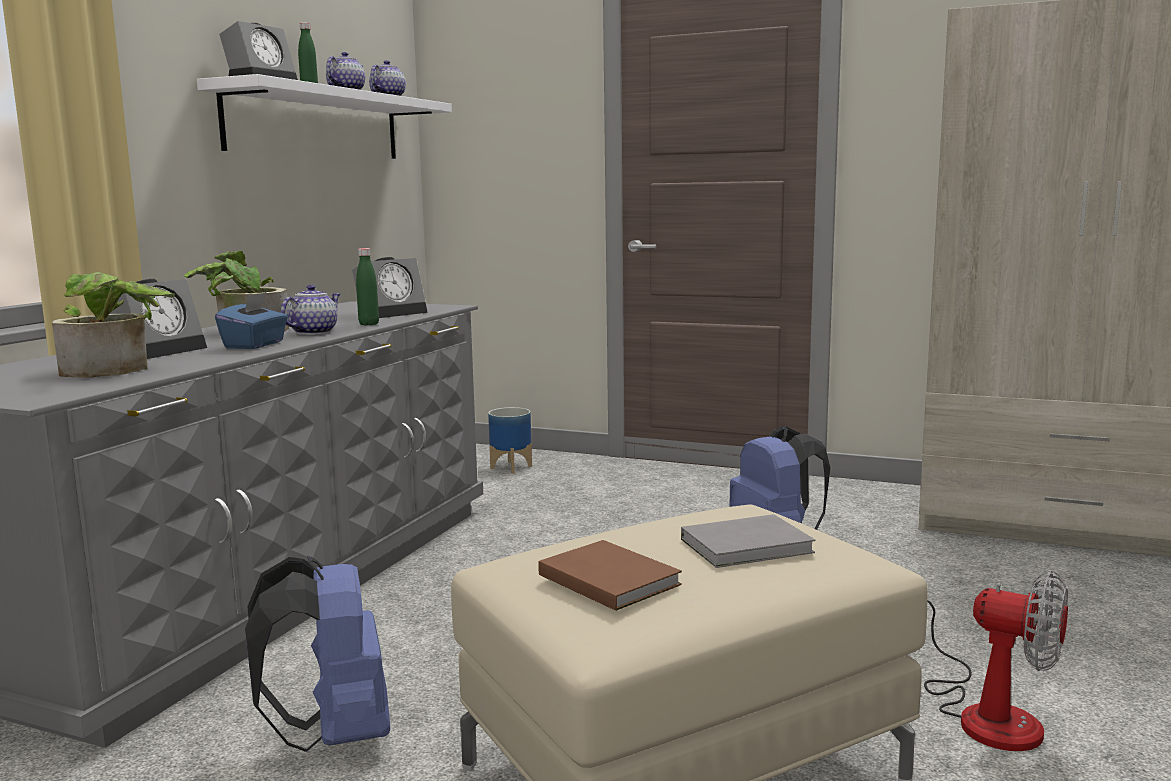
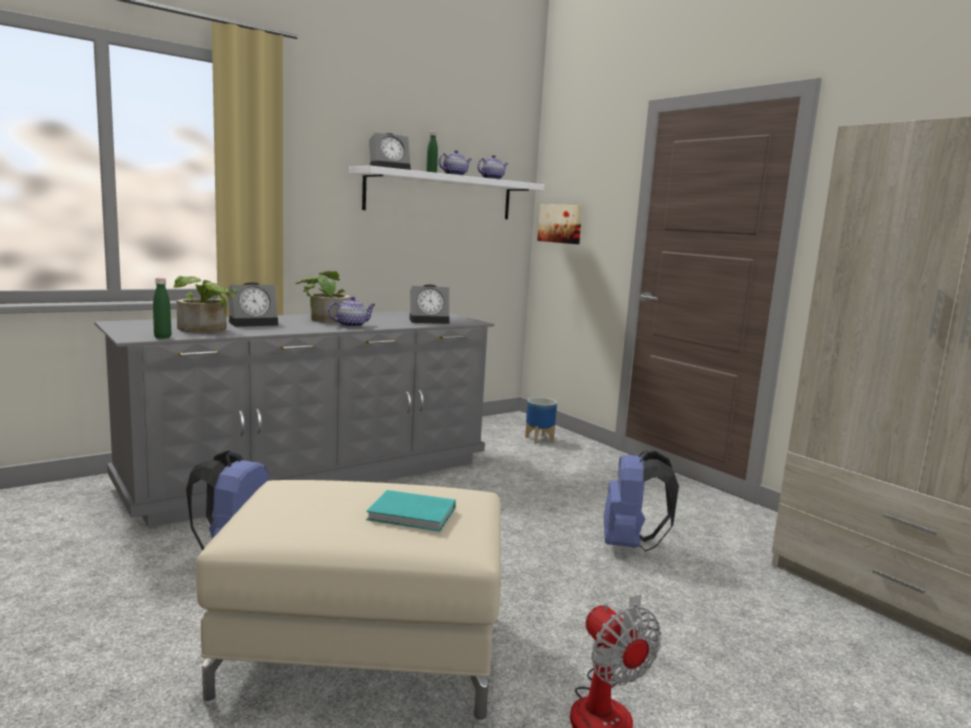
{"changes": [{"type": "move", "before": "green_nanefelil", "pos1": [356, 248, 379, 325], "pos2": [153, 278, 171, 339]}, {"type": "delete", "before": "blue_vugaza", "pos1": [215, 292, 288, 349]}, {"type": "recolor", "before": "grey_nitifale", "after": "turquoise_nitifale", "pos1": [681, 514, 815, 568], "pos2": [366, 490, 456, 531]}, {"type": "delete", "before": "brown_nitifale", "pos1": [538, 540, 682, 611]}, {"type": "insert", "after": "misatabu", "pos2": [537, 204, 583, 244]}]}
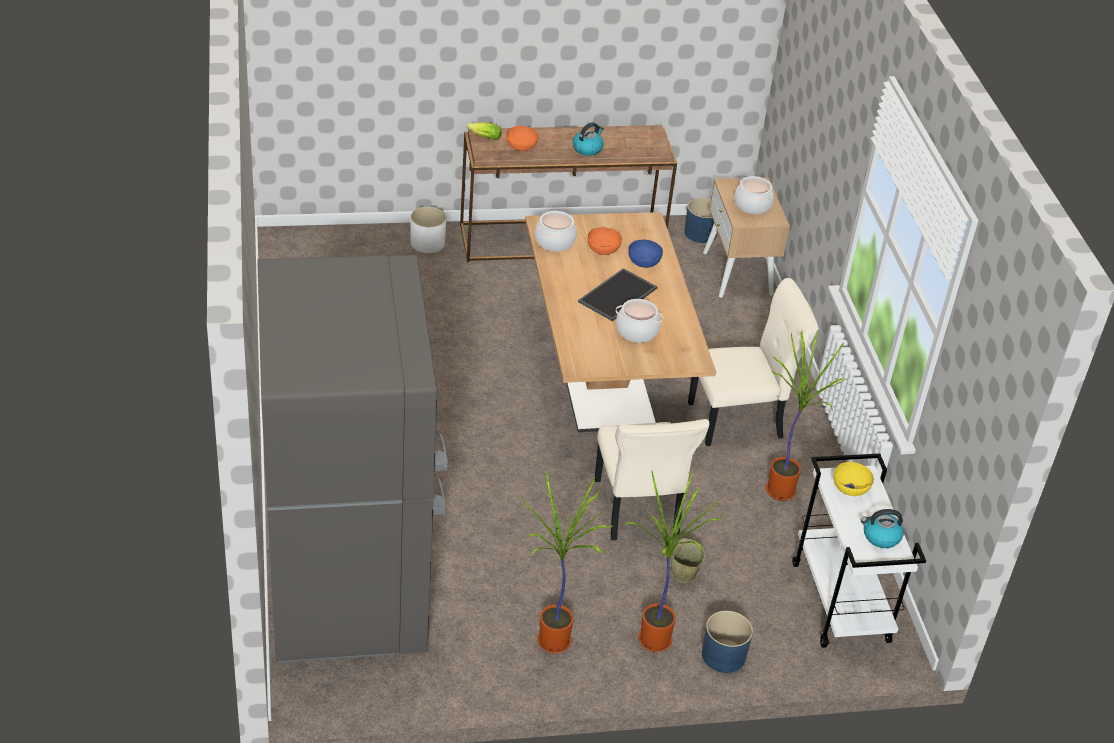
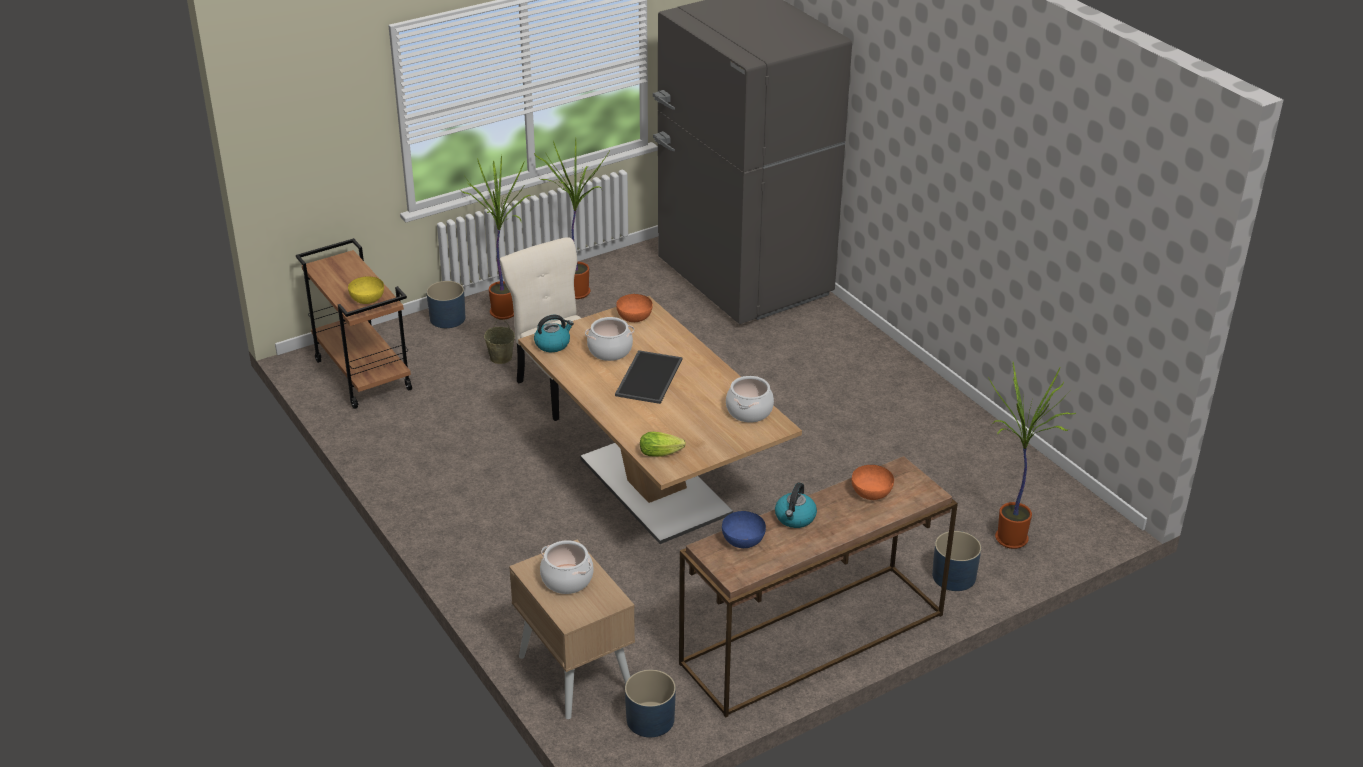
{"changes": [{"type": "move", "before": "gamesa", "pos1": [467, 122, 502, 140], "pos2": [640, 432, 686, 457]}, {"type": "recolor", "before": "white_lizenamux", "after": "blue_lizenamux", "pos1": [410, 206, 447, 253], "pos2": [932, 531, 981, 591]}, {"type": "move", "before": "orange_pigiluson", "pos1": [588, 227, 622, 255], "pos2": [616, 294, 653, 322]}, {"type": "move", "before": "blue_pigiluson", "pos1": [628, 240, 663, 268], "pos2": [722, 511, 766, 548]}, {"type": "delete", "before": "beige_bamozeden", "pos1": [688, 278, 819, 446]}, {"type": "move", "before": "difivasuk", "pos1": [766, 330, 847, 501], "pos2": [988, 362, 1076, 549]}, {"type": "recolor", "before": "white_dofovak", "after": "brown_dofovak", "pos1": [792, 454, 926, 648], "pos2": [296, 238, 412, 409]}, {"type": "move", "before": "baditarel", "pos1": [861, 509, 904, 548], "pos2": [534, 315, 574, 352]}]}
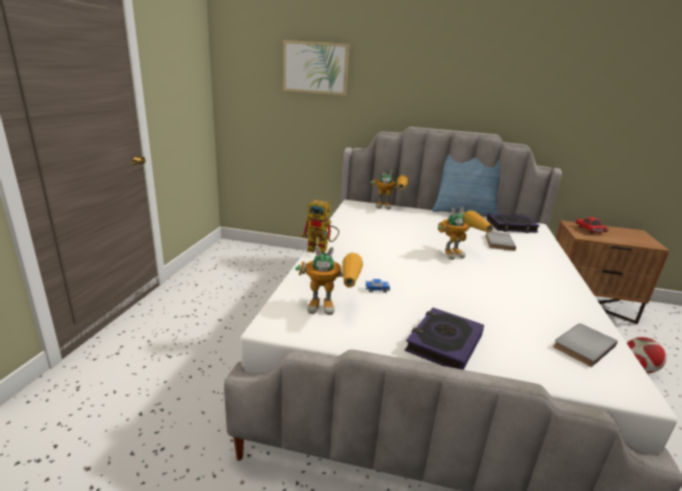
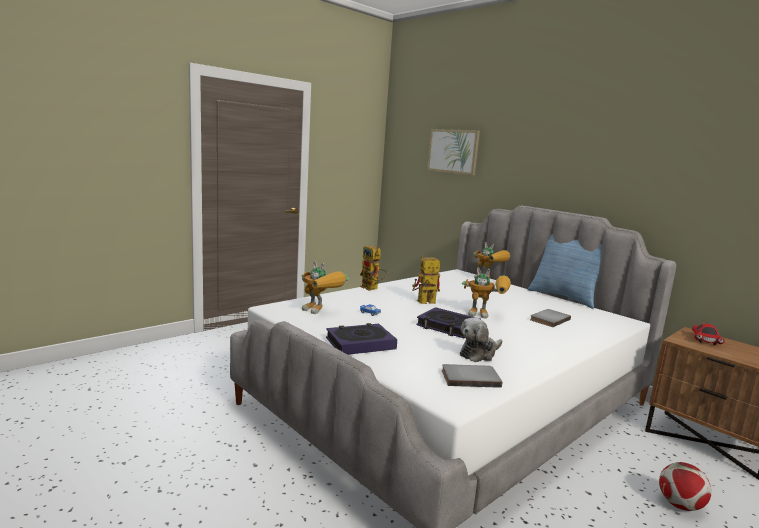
{"changes": [{"type": "move", "before": "nitifale", "pos1": [486, 213, 540, 233], "pos2": [416, 307, 475, 338]}, {"type": "insert", "after": "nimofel", "pos2": [412, 256, 440, 304]}, {"type": "insert", "after": "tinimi", "pos2": [460, 318, 502, 362]}]}
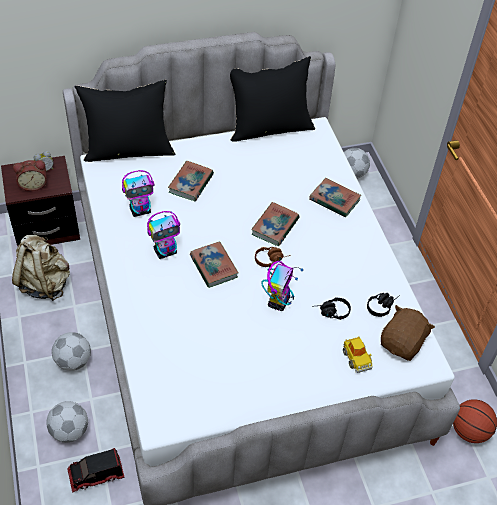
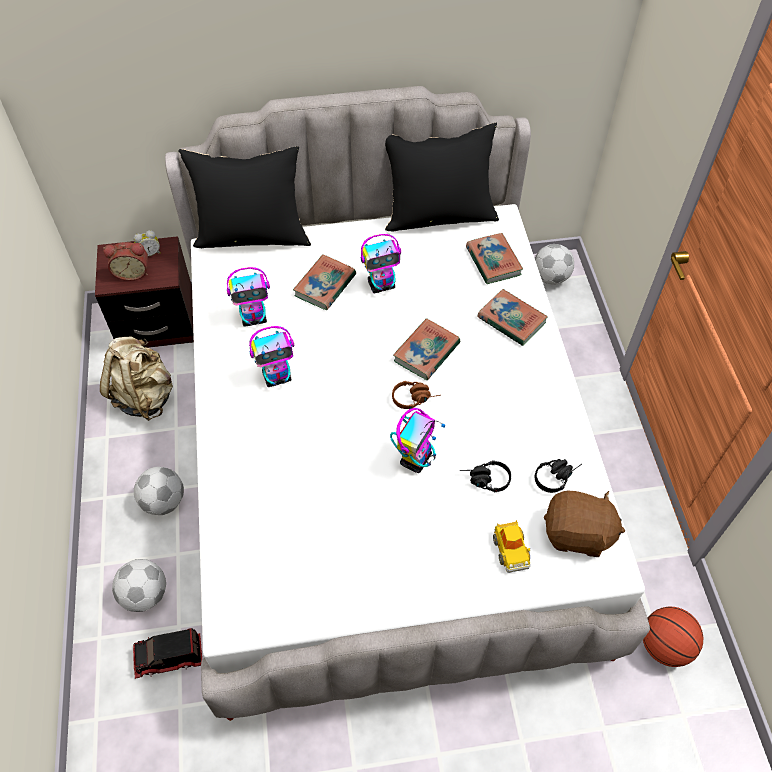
{"changes": [{"type": "move", "before": "nitifale", "pos1": [190, 242, 238, 288], "pos2": [466, 233, 523, 284]}, {"type": "rotate", "before": "brown_tinimi", "pos1": [381, 305, 435, 361], "pos2": [544, 491, 625, 557], "turn": 60}, {"type": "insert", "after": "nimofel", "pos2": [361, 234, 401, 293]}]}
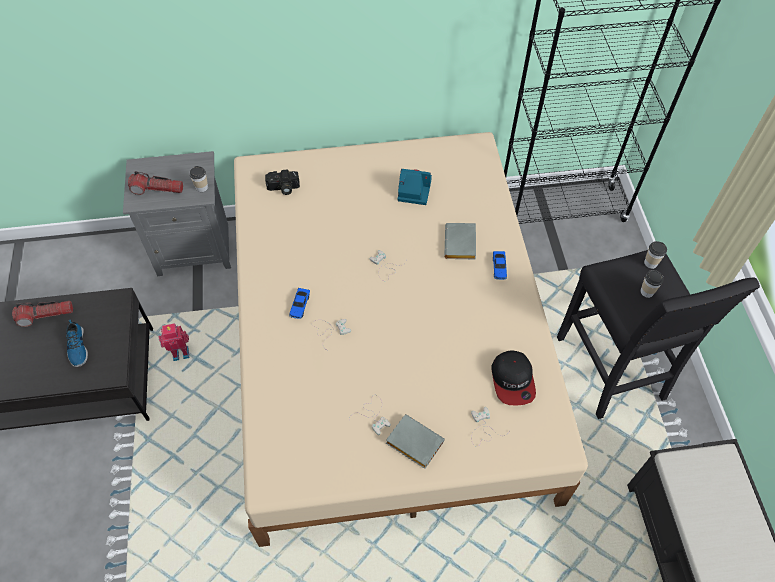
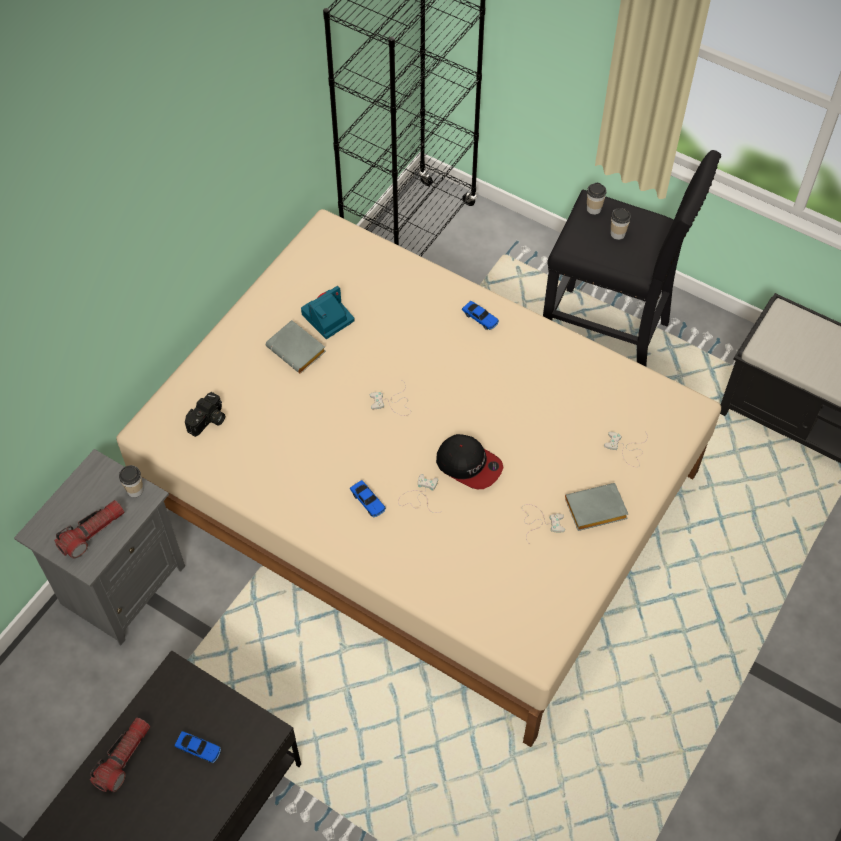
{"changes": [{"type": "move", "before": "grey_nitifale", "pos1": [444, 223, 476, 259], "pos2": [266, 320, 326, 373]}, {"type": "replace", "before": "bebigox", "after": "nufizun", "pos1": [66, 319, 88, 367], "pos2": [174, 731, 221, 763]}, {"type": "delete", "before": "nimofel", "pos1": [158, 323, 189, 361]}, {"type": "move", "before": "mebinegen", "pos1": [491, 350, 536, 406], "pos2": [436, 434, 504, 489]}]}
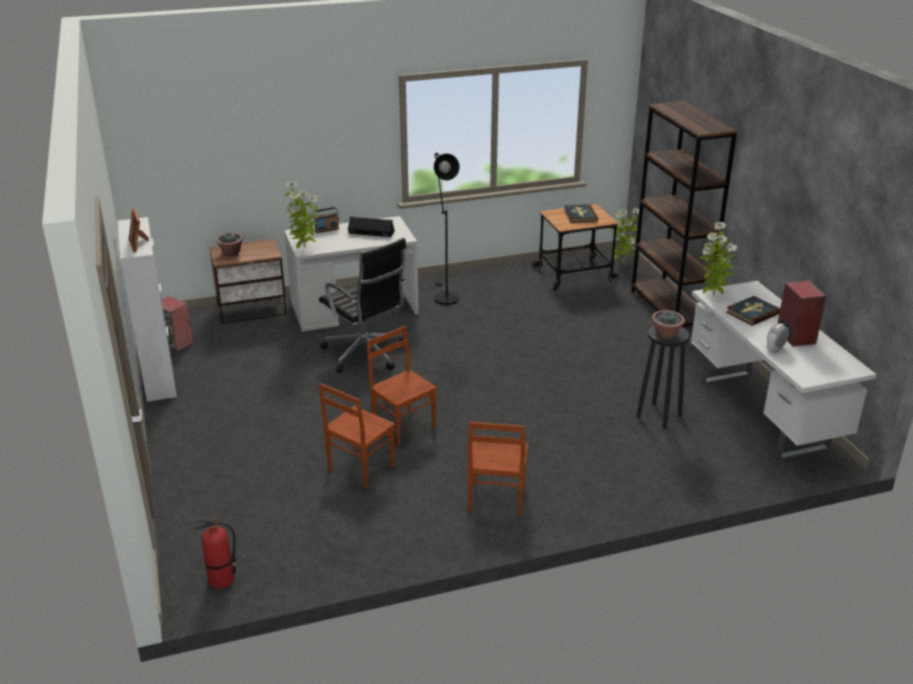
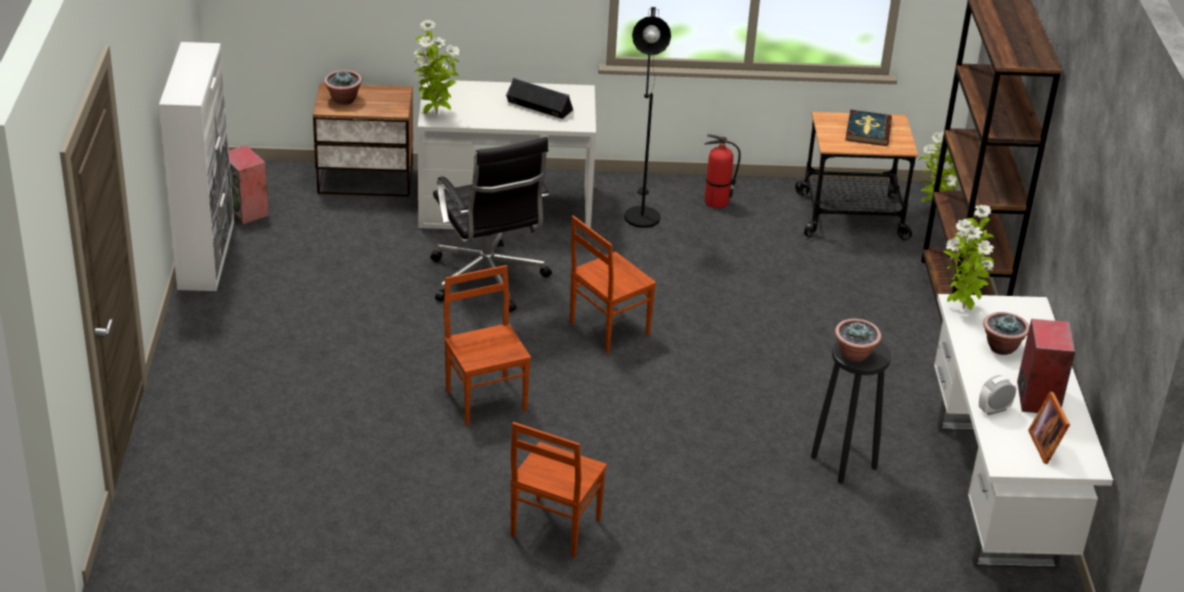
{"changes": [{"type": "delete", "before": "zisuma", "pos1": [312, 207, 339, 233]}, {"type": "move", "before": "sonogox", "pos1": [129, 209, 149, 252], "pos2": [1028, 392, 1070, 464]}, {"type": "replace", "before": "nitifale", "after": "difivasuk", "pos1": [726, 296, 780, 326], "pos2": [983, 312, 1030, 355]}, {"type": "move", "before": "brown_bamozeden", "pos1": [319, 383, 395, 489], "pos2": [570, 216, 656, 353]}, {"type": "move", "before": "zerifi", "pos1": [194, 518, 236, 589], "pos2": [705, 134, 741, 208]}]}
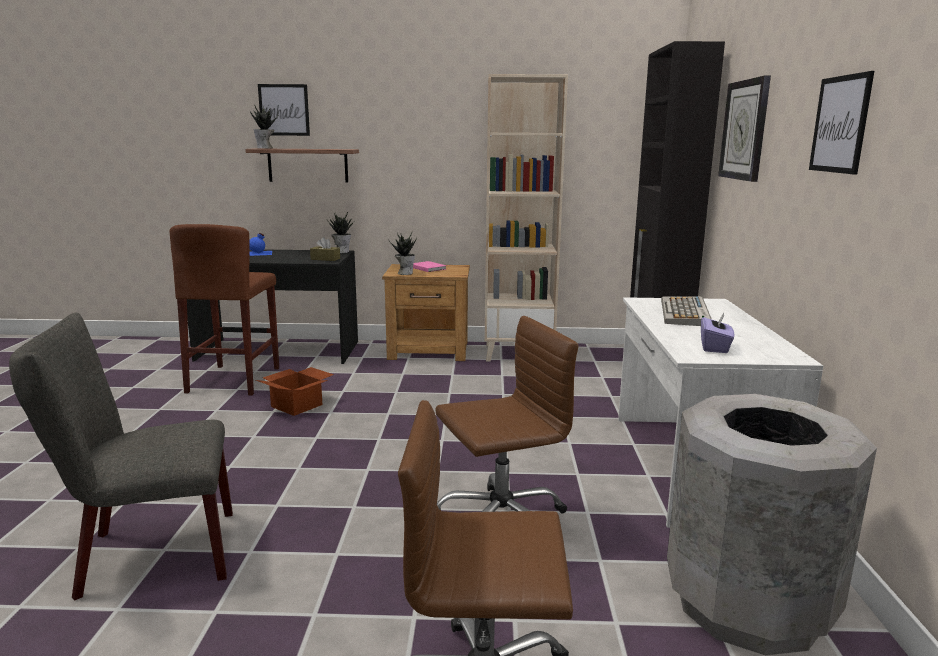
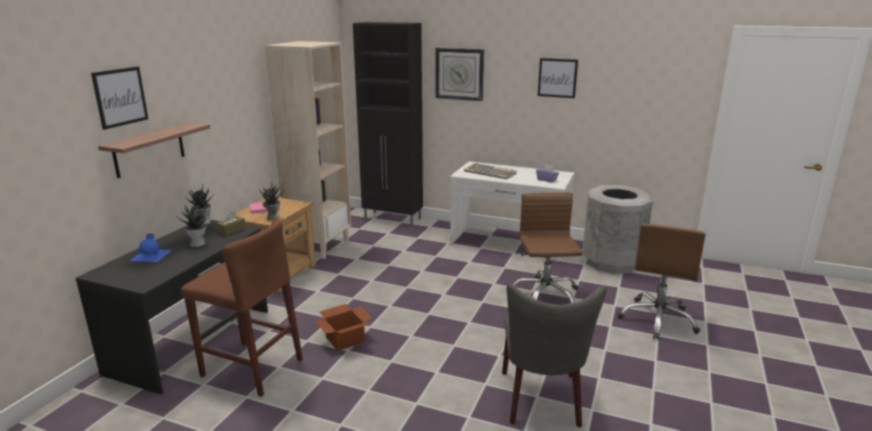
{"changes": [{"type": "move", "before": "difivasuk", "pos1": [250, 105, 279, 149], "pos2": [176, 203, 206, 247]}]}
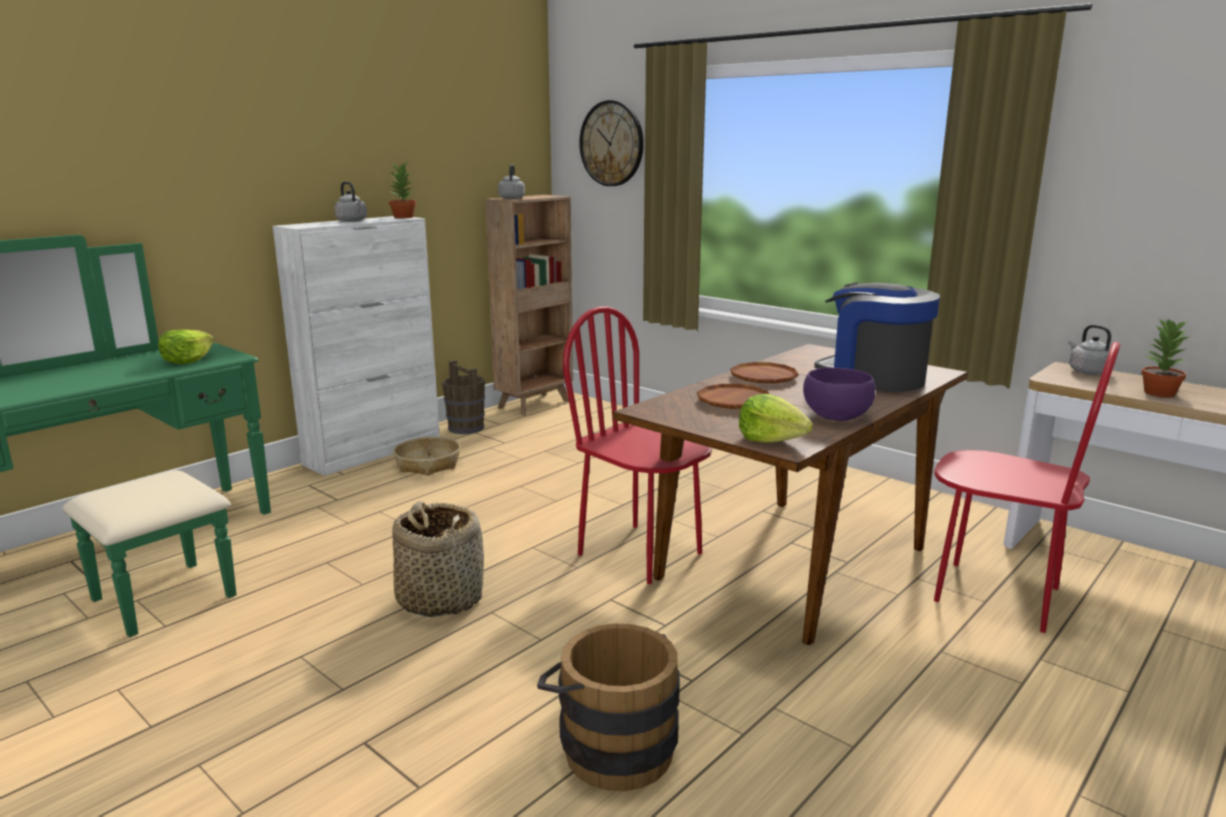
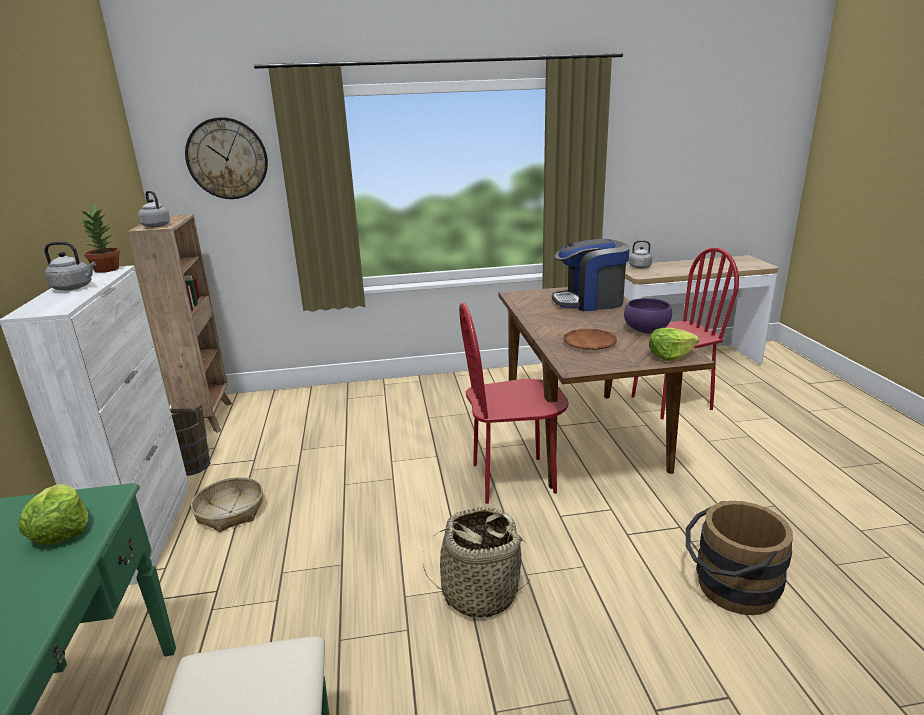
{"changes": [{"type": "delete", "before": "difivasuk", "pos1": [1141, 318, 1192, 397]}, {"type": "delete", "before": "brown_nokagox", "pos1": [730, 362, 799, 383]}]}
